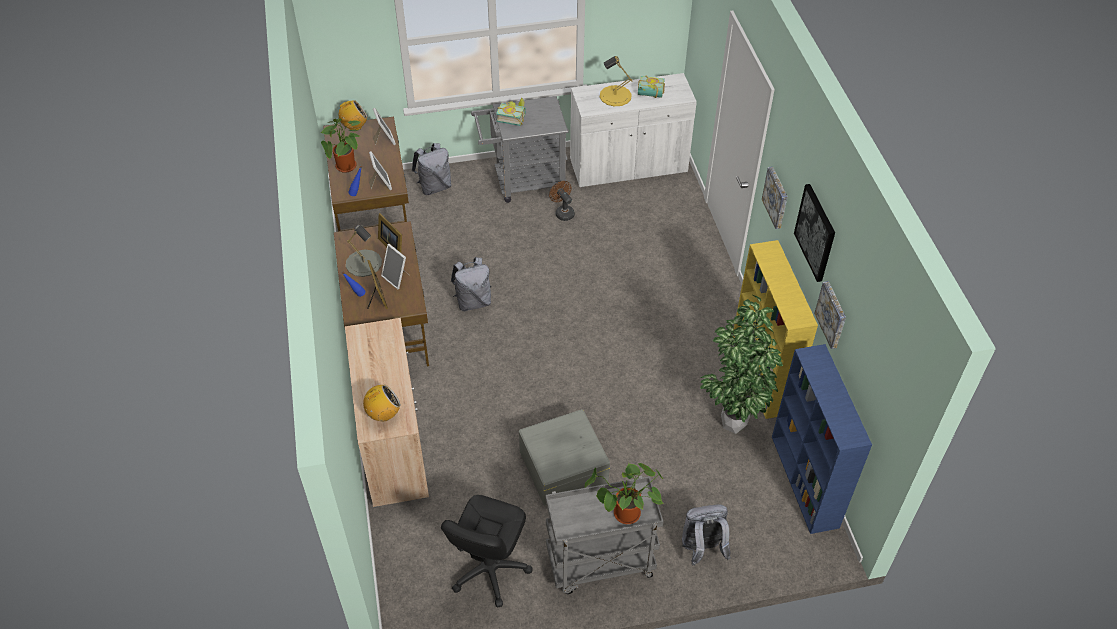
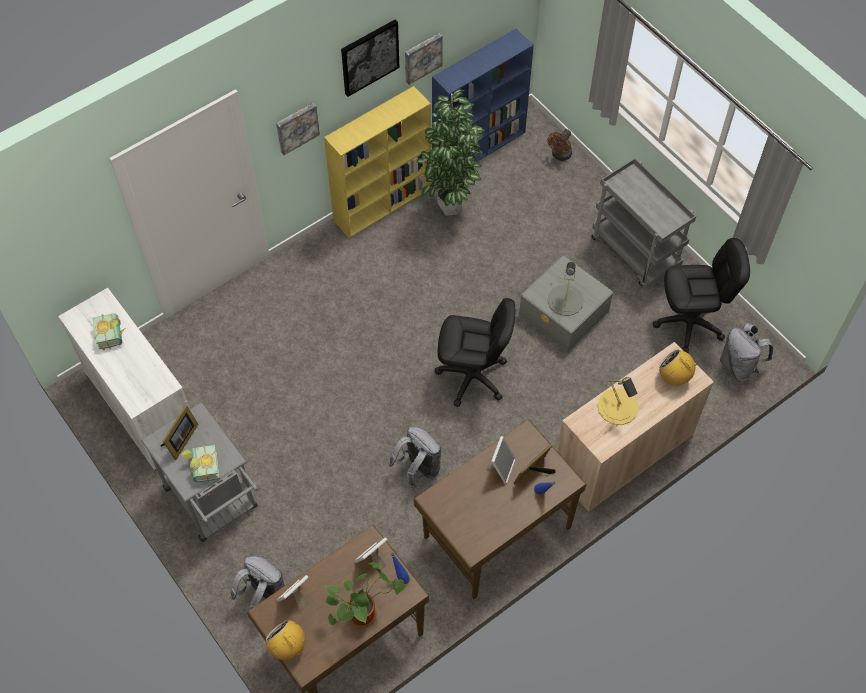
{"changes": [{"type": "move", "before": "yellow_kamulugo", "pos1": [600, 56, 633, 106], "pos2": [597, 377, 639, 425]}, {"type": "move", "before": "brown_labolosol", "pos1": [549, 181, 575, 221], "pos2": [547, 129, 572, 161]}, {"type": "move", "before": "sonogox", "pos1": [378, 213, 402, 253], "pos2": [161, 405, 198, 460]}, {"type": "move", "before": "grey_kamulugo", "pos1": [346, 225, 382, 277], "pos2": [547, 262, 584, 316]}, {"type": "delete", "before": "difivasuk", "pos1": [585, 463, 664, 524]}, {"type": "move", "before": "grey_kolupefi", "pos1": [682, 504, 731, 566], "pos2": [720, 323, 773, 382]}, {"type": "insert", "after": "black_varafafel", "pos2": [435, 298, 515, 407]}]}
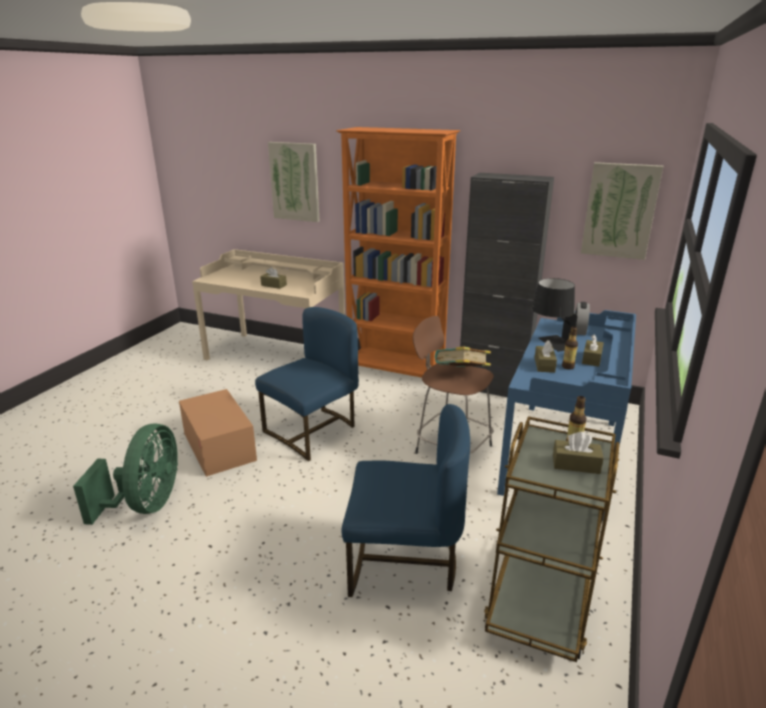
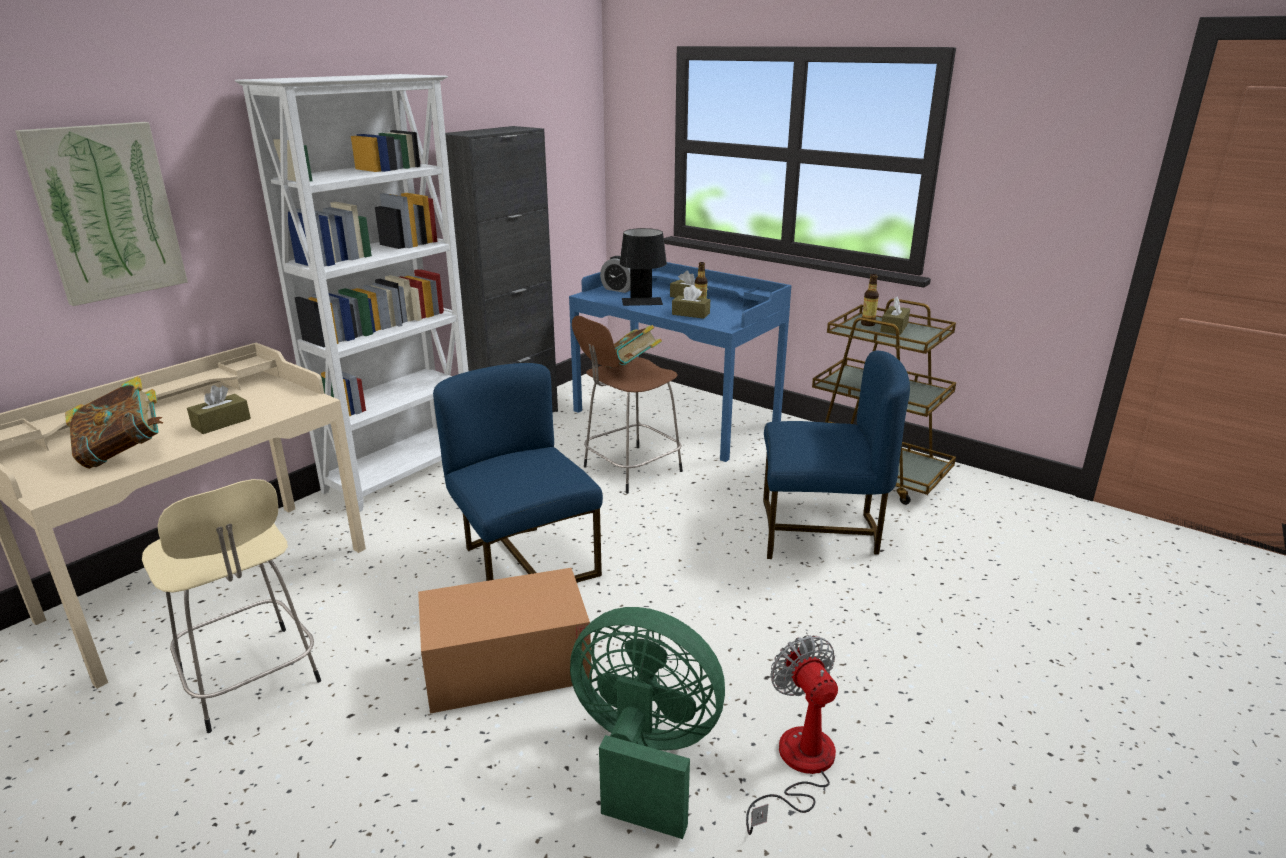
{"changes": [{"type": "recolor", "before": "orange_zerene", "after": "white_zerene", "pos1": [336, 127, 460, 378], "pos2": [235, 74, 468, 512]}, {"type": "delete", "before": "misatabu", "pos1": [581, 162, 663, 260]}, {"type": "rotate", "before": "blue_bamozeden", "pos1": [342, 404, 470, 597], "pos2": [763, 351, 910, 559], "turn": 75}, {"type": "insert", "after": "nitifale", "pos2": [65, 376, 163, 469]}, {"type": "insert", "after": "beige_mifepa", "pos2": [142, 479, 321, 733]}, {"type": "insert", "after": "labolosol", "pos2": [746, 635, 838, 835]}]}
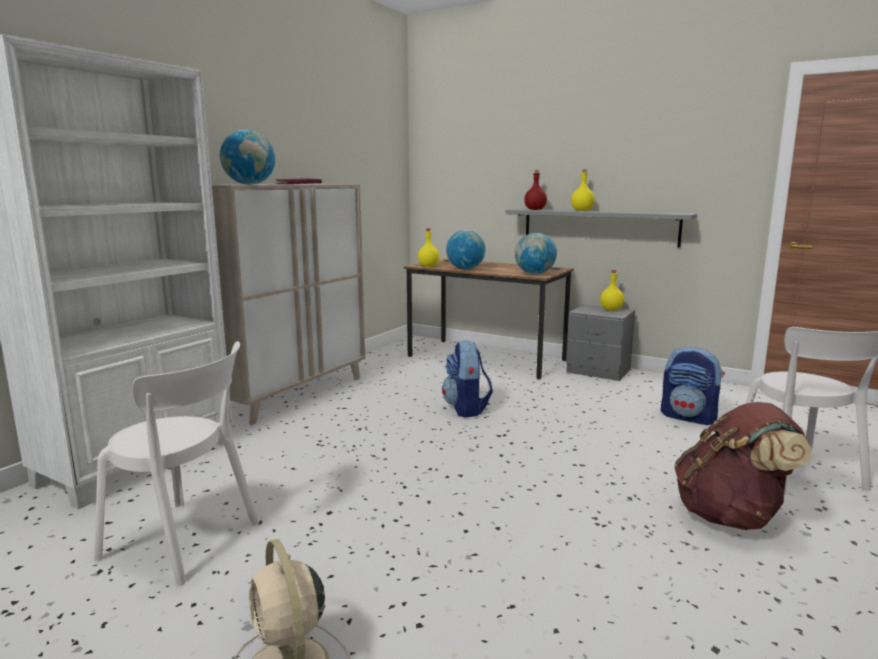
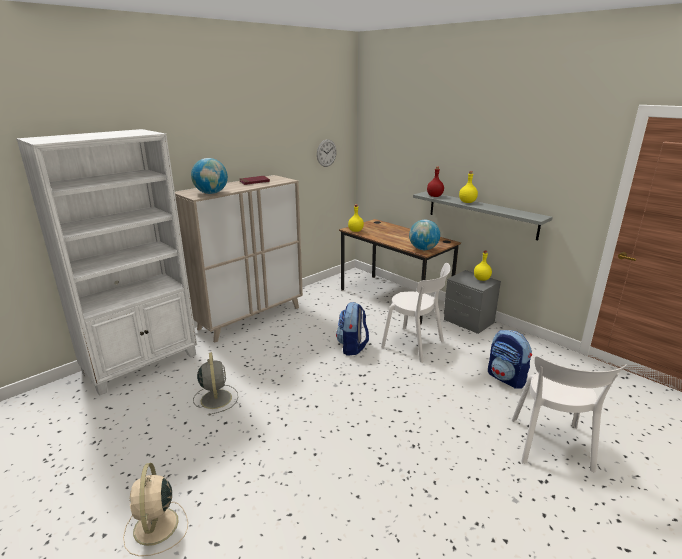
{"changes": [{"type": "delete", "before": "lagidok", "pos1": [446, 230, 486, 269]}, {"type": "move", "before": "white_bamozeden", "pos1": [94, 341, 259, 586], "pos2": [381, 263, 451, 363]}, {"type": "delete", "before": "brown_kolupefi", "pos1": [674, 402, 812, 530]}, {"type": "insert", "after": "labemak", "pos2": [317, 140, 337, 167]}, {"type": "insert", "after": "grey_labolosol", "pos2": [193, 352, 238, 415]}]}
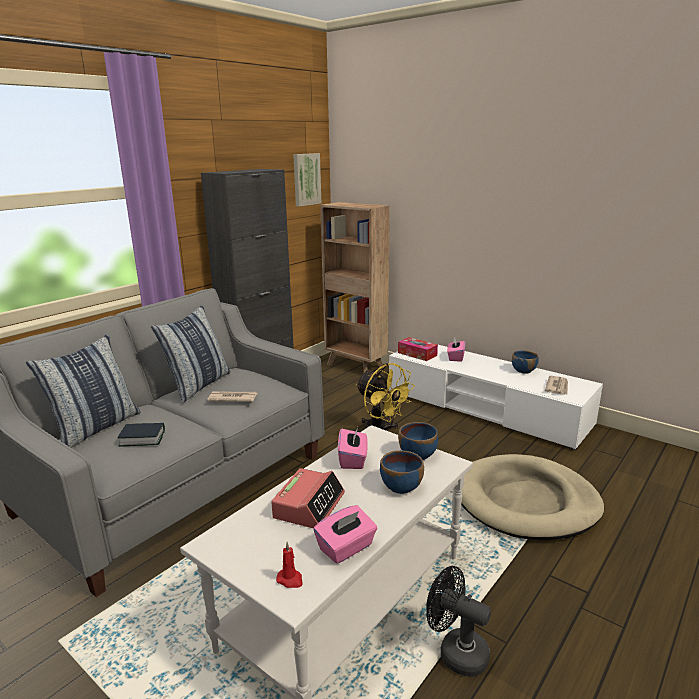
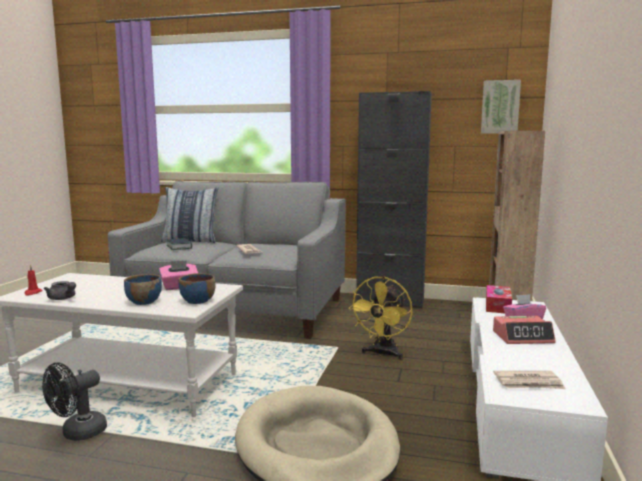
{"changes": [{"type": "delete", "before": "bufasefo", "pos1": [151, 305, 230, 402]}, {"type": "delete", "before": "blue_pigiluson", "pos1": [512, 350, 539, 373]}, {"type": "move", "before": "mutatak", "pos1": [271, 468, 345, 529], "pos2": [493, 316, 556, 344]}, {"type": "replace", "before": "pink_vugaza", "after": "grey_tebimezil", "pos1": [313, 505, 378, 564], "pos2": [44, 281, 76, 300]}, {"type": "rotate", "before": "black_labolosol", "pos1": [427, 566, 491, 677], "pos2": [42, 363, 107, 441], "turn": -150}]}
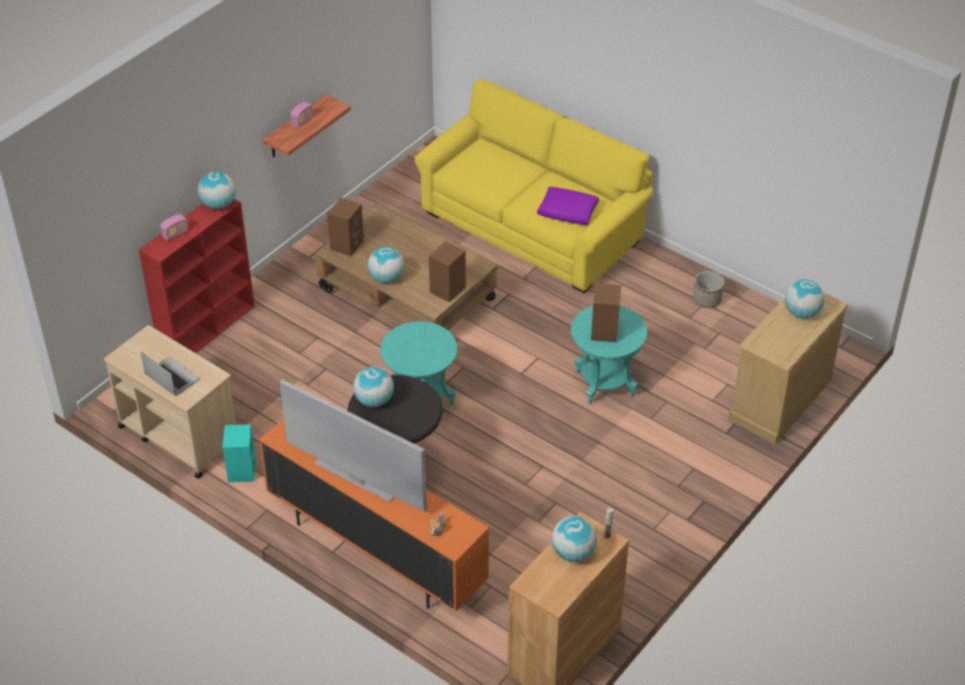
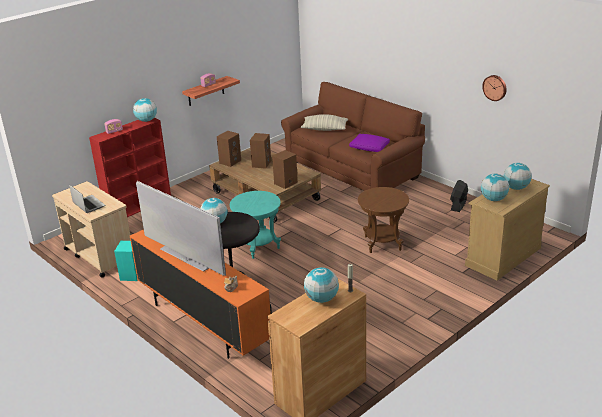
{"changes": [{"type": "recolor", "before": "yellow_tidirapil", "after": "brown_tidirapil", "pos1": [415, 79, 653, 293], "pos2": [281, 82, 425, 191]}, {"type": "move", "before": "lagidok", "pos1": [368, 247, 404, 283], "pos2": [481, 174, 509, 201]}, {"type": "replace", "before": "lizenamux", "after": "black_labolosol", "pos1": [693, 271, 724, 308], "pos2": [450, 180, 468, 212]}, {"type": "move", "before": "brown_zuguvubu", "pos1": [591, 283, 621, 342], "pos2": [250, 133, 271, 169]}, {"type": "recolor", "before": "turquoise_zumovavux", "after": "brown_zumovavux", "pos1": [571, 306, 647, 404], "pos2": [358, 187, 409, 253]}, {"type": "insert", "after": "labemak", "pos2": [482, 75, 506, 101]}, {"type": "insert", "after": "bufasefo", "pos2": [301, 114, 348, 131]}]}
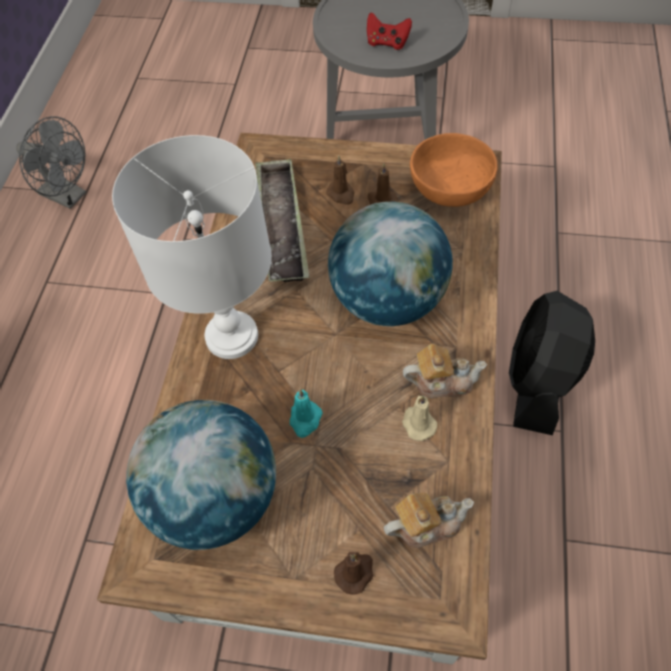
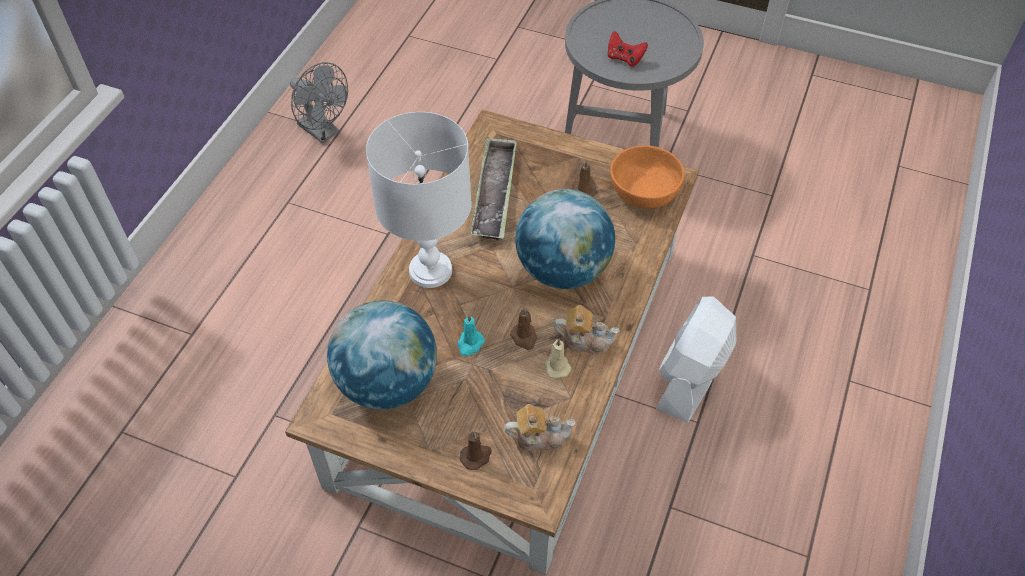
{"changes": [{"type": "move", "before": "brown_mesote", "pos1": [326, 156, 355, 205], "pos2": [510, 307, 537, 350]}, {"type": "recolor", "before": "black_labolosol", "after": "white_labolosol", "pos1": [509, 291, 595, 435], "pos2": [656, 296, 737, 423]}]}
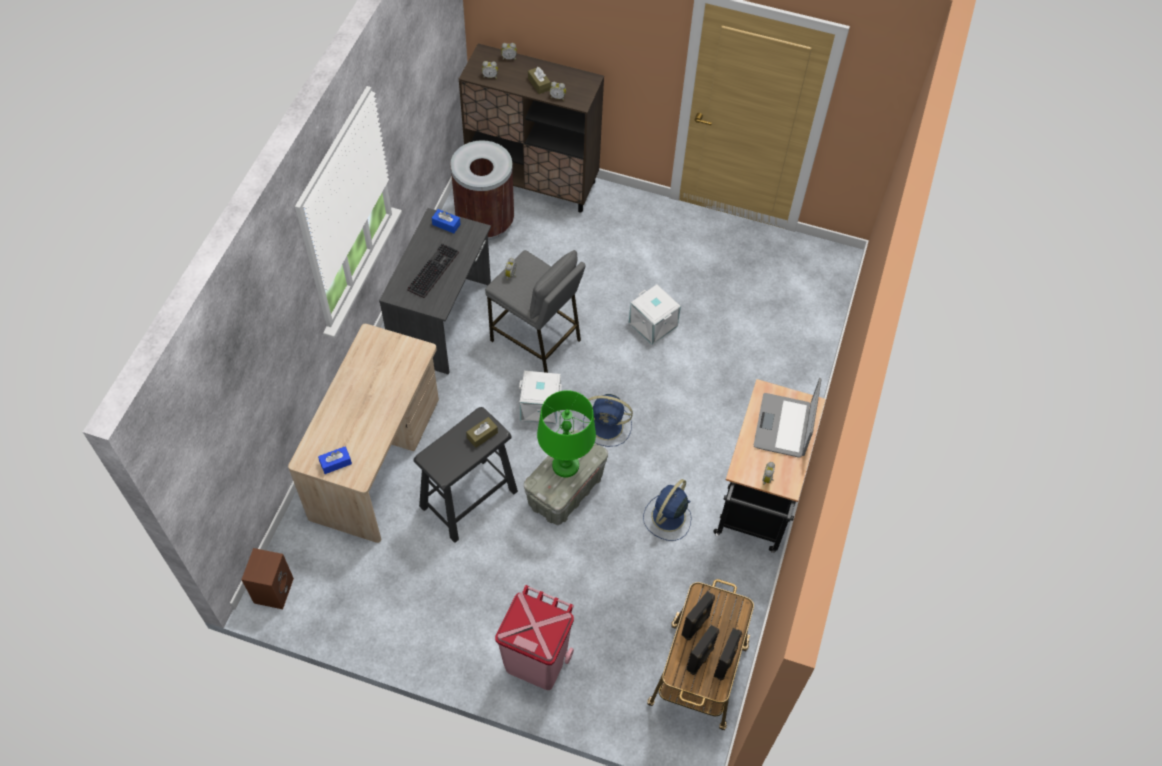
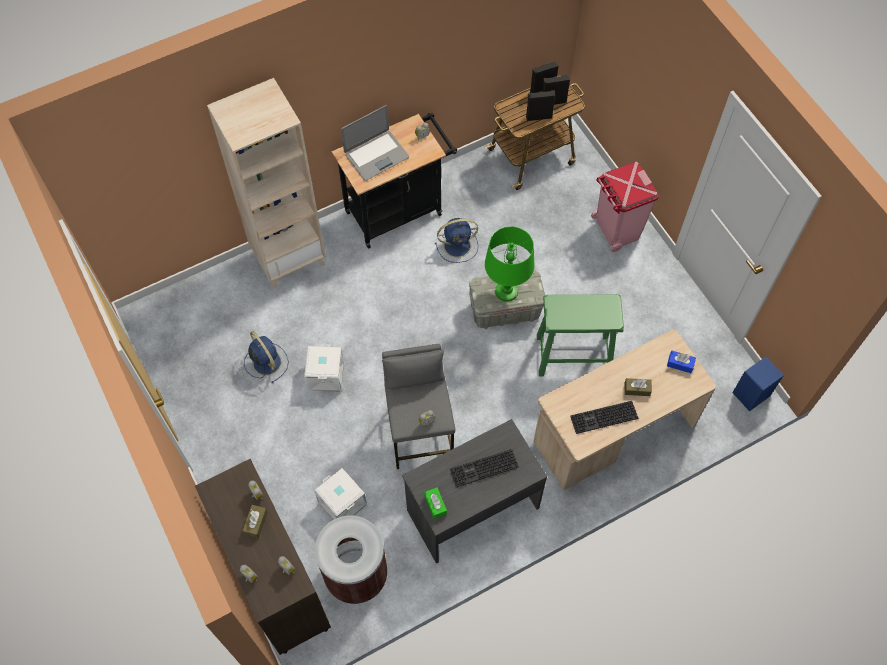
{"changes": [{"type": "recolor", "before": "blue_vugaza", "after": "green_vugaza", "pos1": [432, 209, 461, 233], "pos2": [424, 487, 447, 519]}, {"type": "move", "before": "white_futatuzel", "pos1": [519, 371, 562, 424], "pos2": [314, 468, 367, 520]}, {"type": "move", "before": "blue_labolosol", "pos1": [583, 394, 633, 447], "pos2": [244, 331, 289, 384]}, {"type": "recolor", "before": "black_mifepa", "after": "green_mifepa", "pos1": [413, 407, 518, 543], "pos2": [537, 294, 624, 377]}, {"type": "move", "before": "brown_vugaza", "pos1": [466, 417, 498, 448], "pos2": [625, 378, 652, 396]}, {"type": "recolor", "before": "brown_zuguvubu", "after": "blue_zuguvubu", "pos1": [241, 548, 294, 609], "pos2": [732, 357, 784, 411]}, {"type": "insert", "after": "beige_zerene", "pos2": [207, 78, 326, 289]}, {"type": "insert", "after": "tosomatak", "pos2": [570, 401, 638, 434]}]}
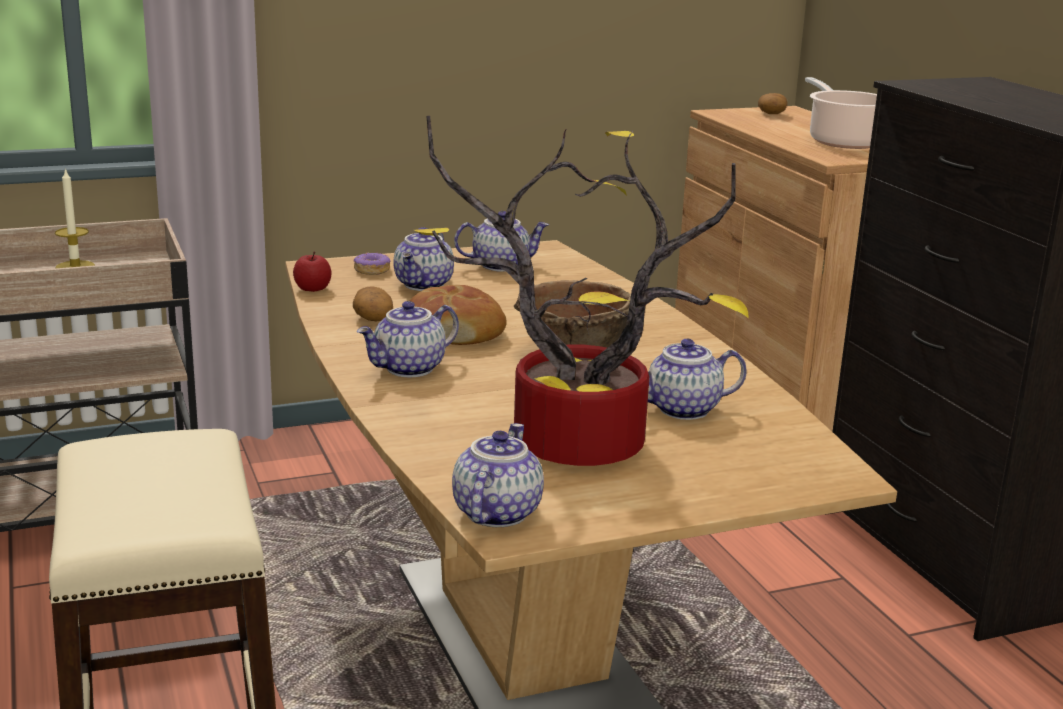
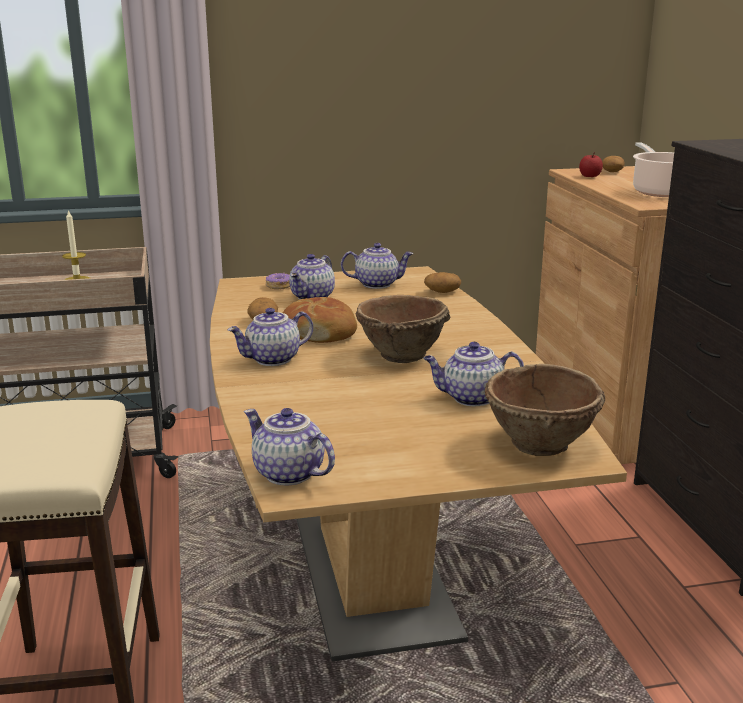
{"changes": [{"type": "delete", "before": "difivasuk", "pos1": [414, 116, 749, 466]}, {"type": "move", "before": "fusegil", "pos1": [293, 251, 331, 292], "pos2": [579, 152, 603, 177]}, {"type": "rotate", "before": "tebimezil", "pos1": [452, 423, 544, 527], "pos2": [244, 408, 335, 485], "turn": -75}, {"type": "insert", "after": "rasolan", "pos2": [424, 272, 461, 293]}, {"type": "insert", "after": "brown_pigiluson", "pos2": [484, 364, 605, 456]}]}
